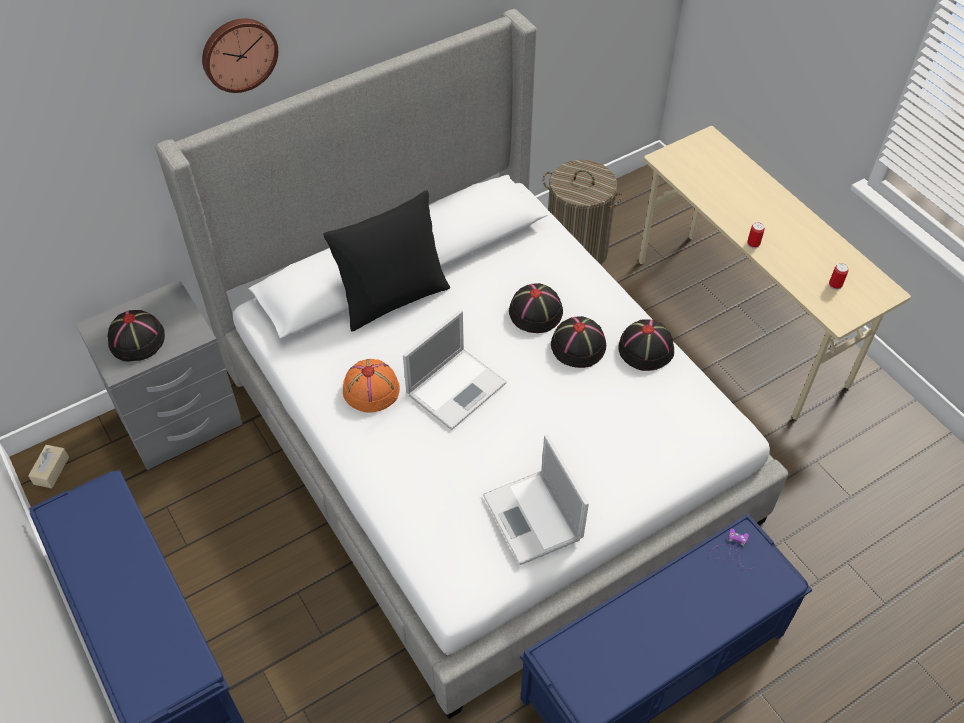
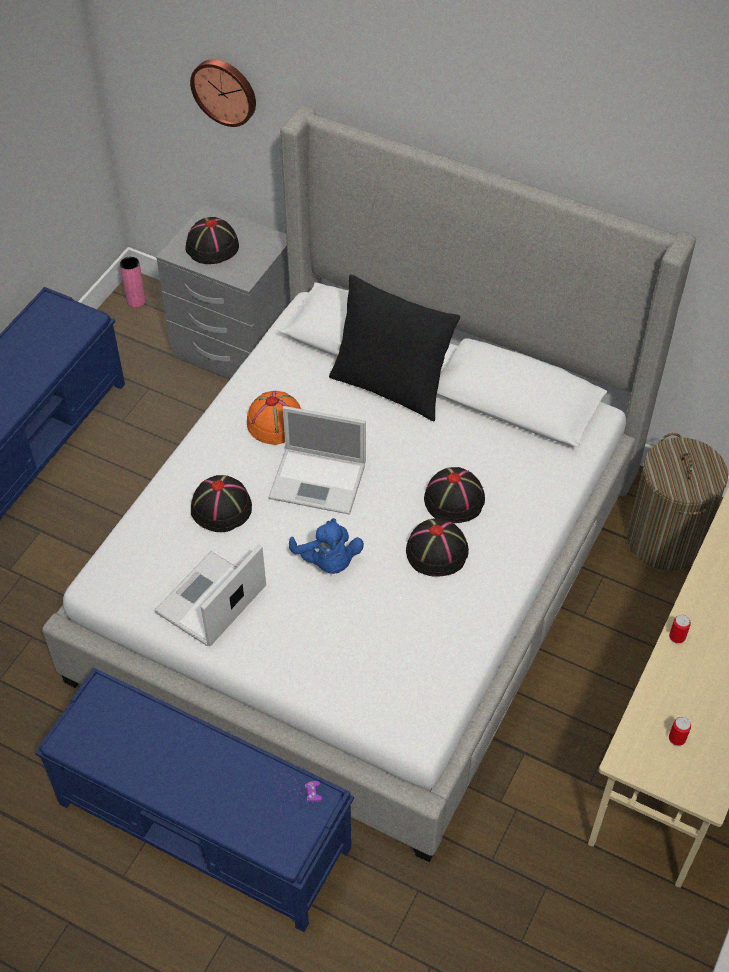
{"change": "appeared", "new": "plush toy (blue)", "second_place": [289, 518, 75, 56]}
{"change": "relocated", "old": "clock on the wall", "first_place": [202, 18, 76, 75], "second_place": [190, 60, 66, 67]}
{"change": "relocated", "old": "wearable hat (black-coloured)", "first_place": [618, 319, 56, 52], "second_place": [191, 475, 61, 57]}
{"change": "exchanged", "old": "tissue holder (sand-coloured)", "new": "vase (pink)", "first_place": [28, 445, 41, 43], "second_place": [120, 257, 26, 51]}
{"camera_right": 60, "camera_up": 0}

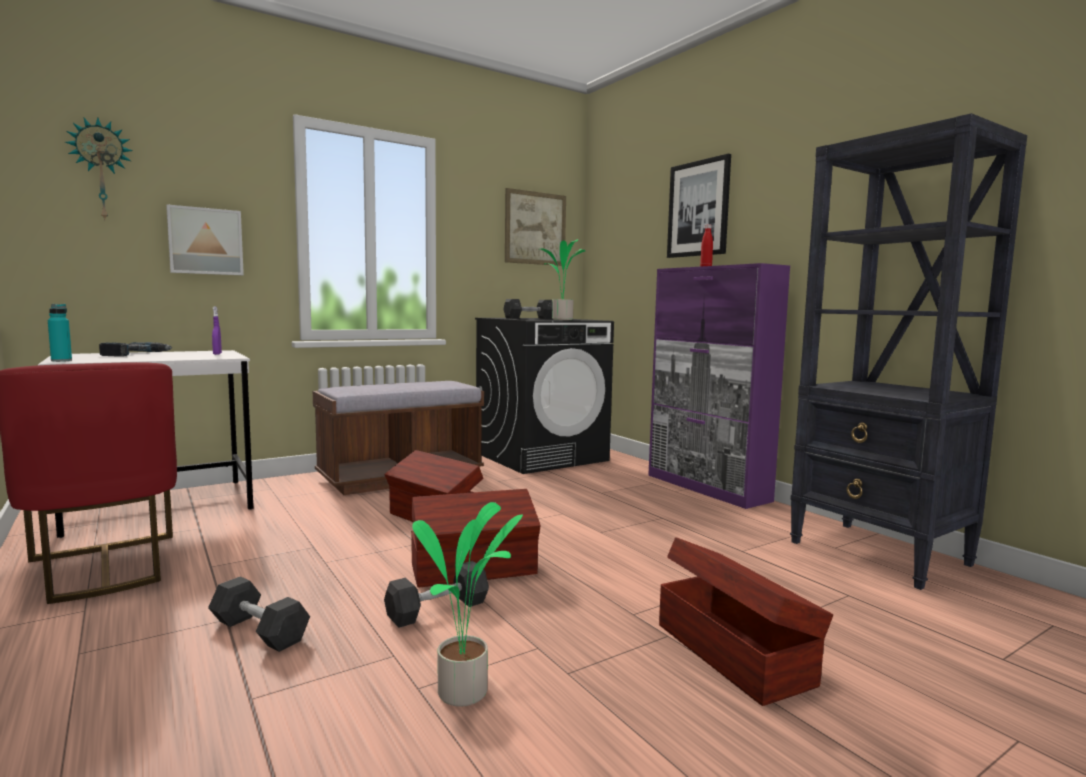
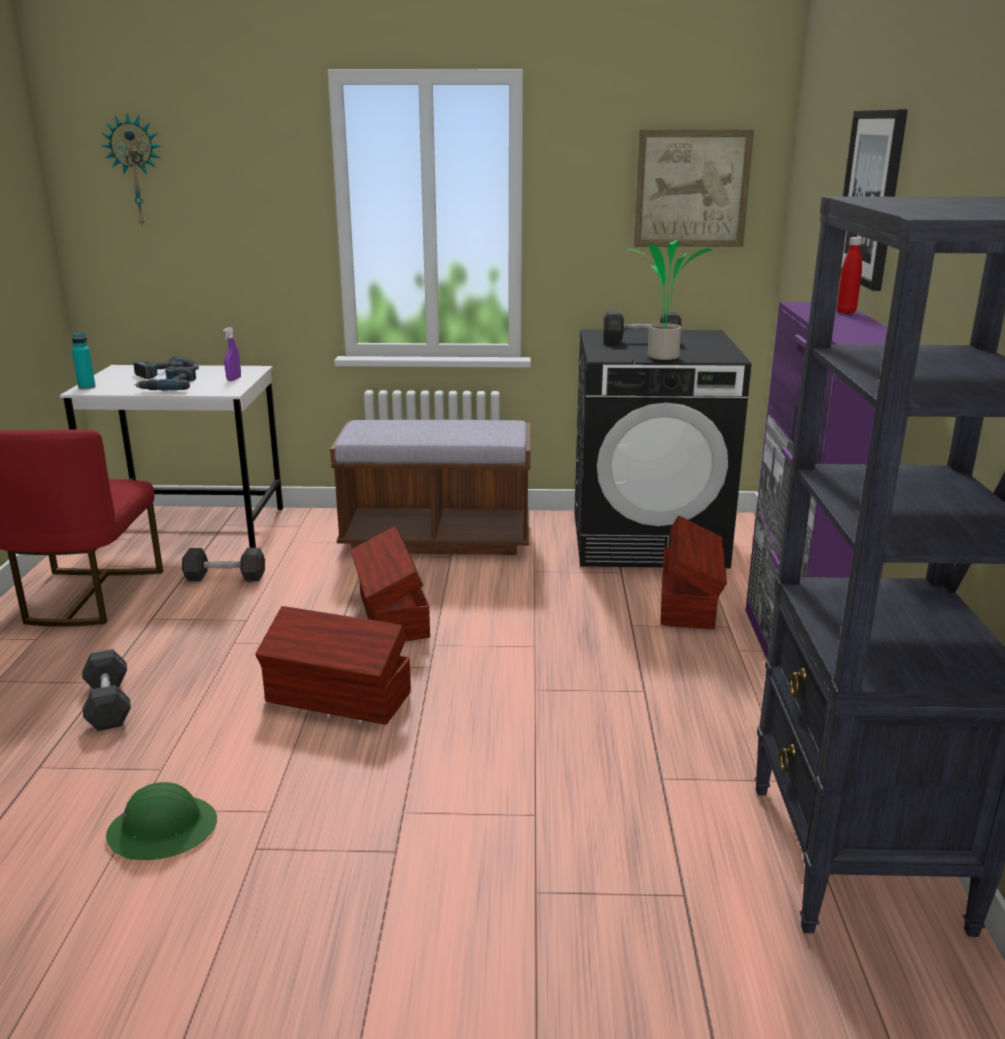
{"change": "missing", "old": "wall art", "first_place": [166, 204, 78, 71]}
{"change": "appeared", "new": "electric drill", "second_place": [135, 366, 61, 25]}
{"change": "relocated", "old": "dumbbell (grey)", "first_place": [384, 561, 105, 67], "second_place": [182, 548, 83, 34]}
{"change": "relocated", "old": "storage box (brown-coloured)", "first_place": [659, 537, 174, 169], "second_place": [661, 515, 66, 114]}
{"change": "exchanged", "old": "potted plant", "new": "hard hat (green)", "first_place": [412, 502, 111, 205], "second_place": [106, 782, 111, 78]}
{"camera_right": 35, "camera_up": 15}

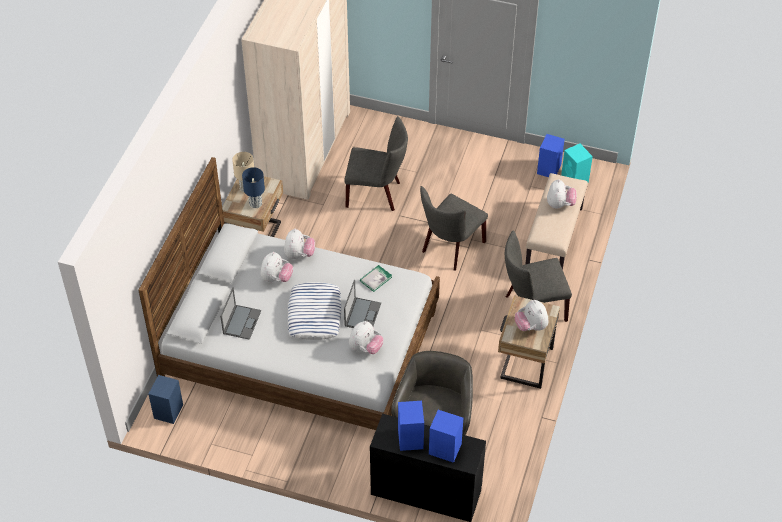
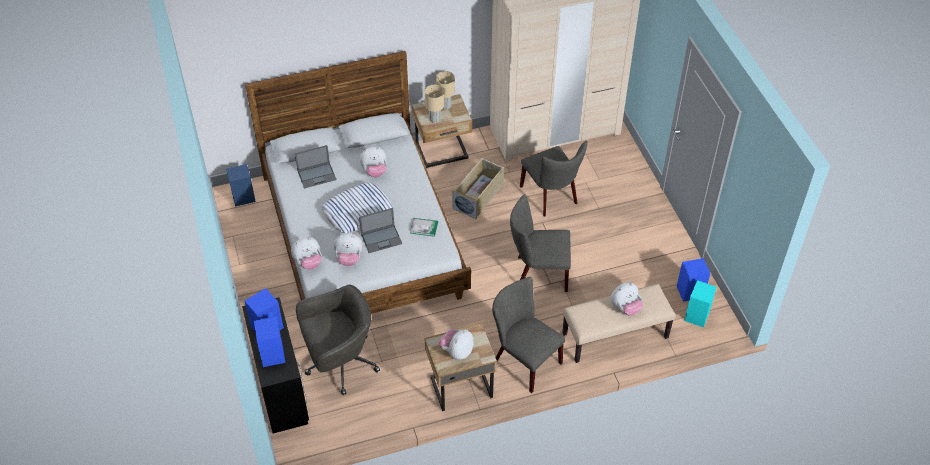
{"change": "appeared", "new": "storage box (sand-coloured)", "second_place": [452, 158, 52, 62]}
{"change": "relocated", "old": "plush toy", "first_place": [284, 229, 31, 30], "second_place": [291, 237, 31, 32]}
{"change": "colour", "old": "table lamp (blue)", "new": "table lamp (sand-coloured)", "first_place": [242, 167, 23, 41], "second_place": [425, 85, 19, 38]}
{"camera_right": 55, "camera_up": 0}

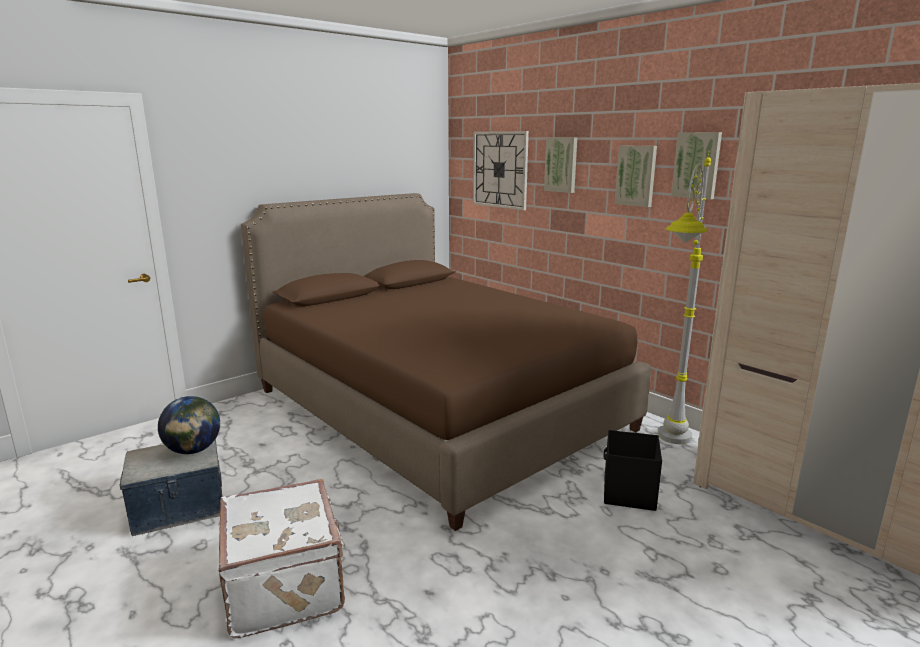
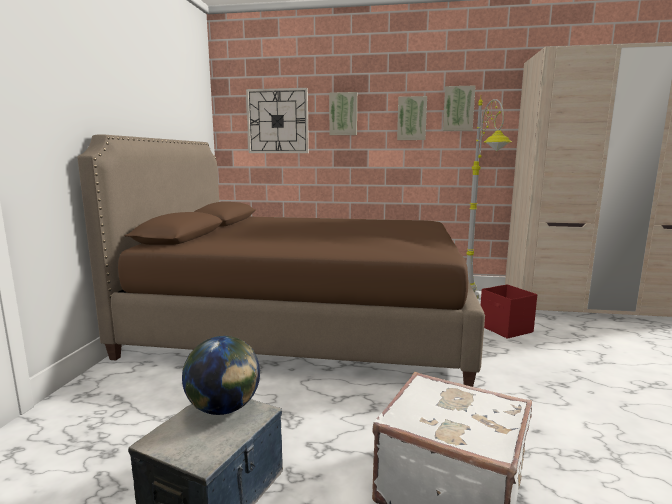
{"change": "colour", "old": "storage box (black-coloured)", "new": "storage box (reddish)", "first_place": [604, 430, 58, 81], "second_place": [481, 284, 56, 55]}
{"camera_right": -40, "camera_up": -5}

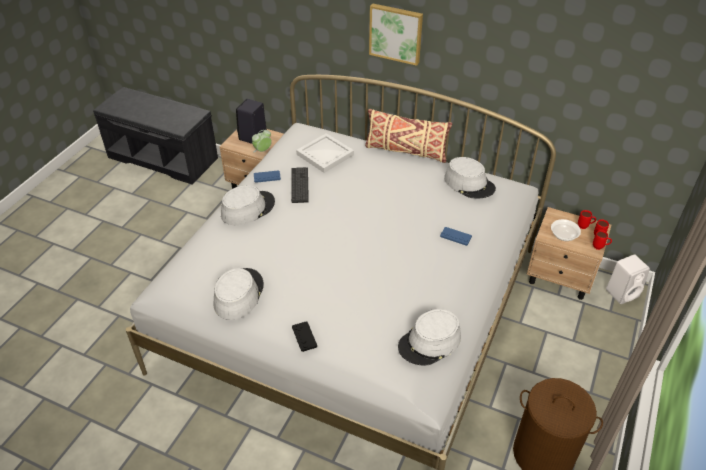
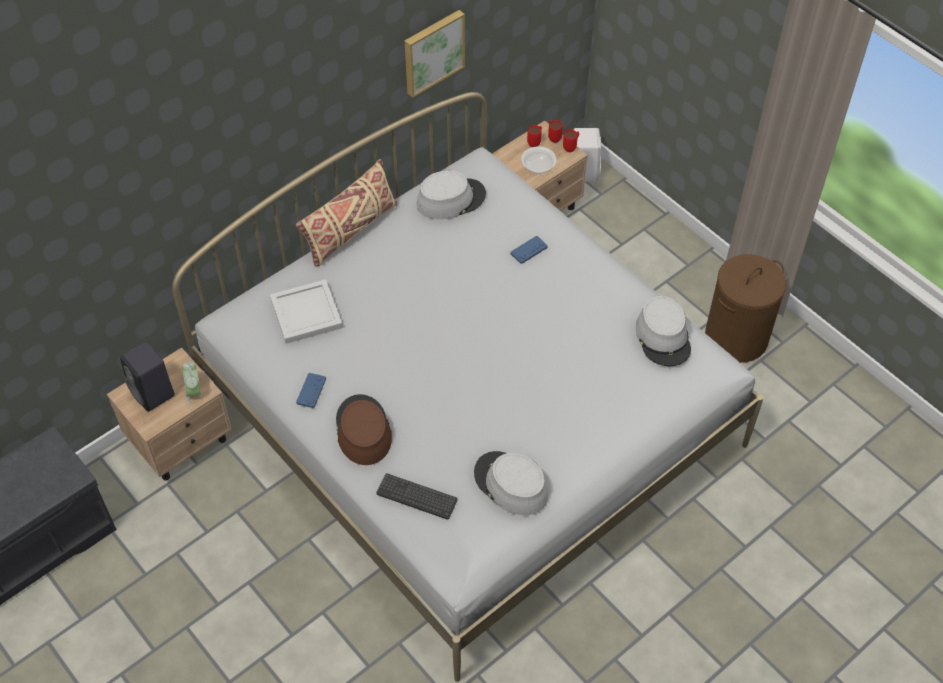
{"change": "missing", "old": "joypad (black-coloured)", "first_place": [292, 321, 25, 31]}
{"change": "relocated", "old": "keyboard", "first_place": [291, 167, 18, 36], "second_place": [376, 473, 82, 47]}
{"change": "relocated", "old": "wall art", "first_place": [369, 3, 54, 63], "second_place": [405, 10, 60, 88]}
{"change": "colour", "old": "wearable hat (grey)", "new": "wearable hat (brown-coloured)", "first_place": [221, 185, 54, 41], "second_place": [336, 394, 56, 71]}
{"camera_right": -65, "camera_up": 10}

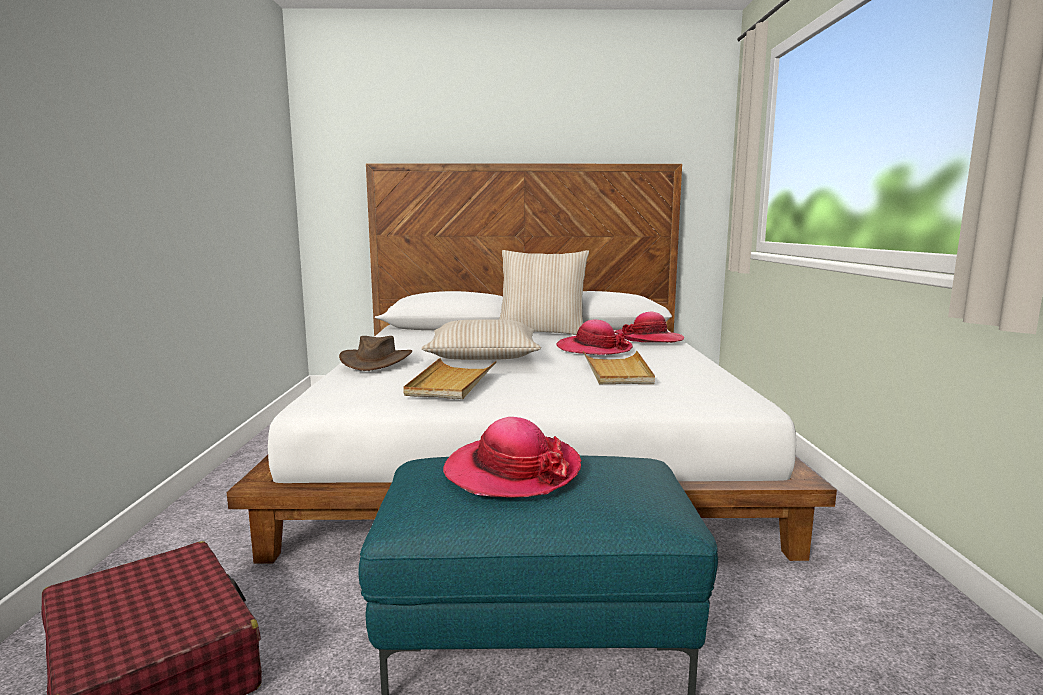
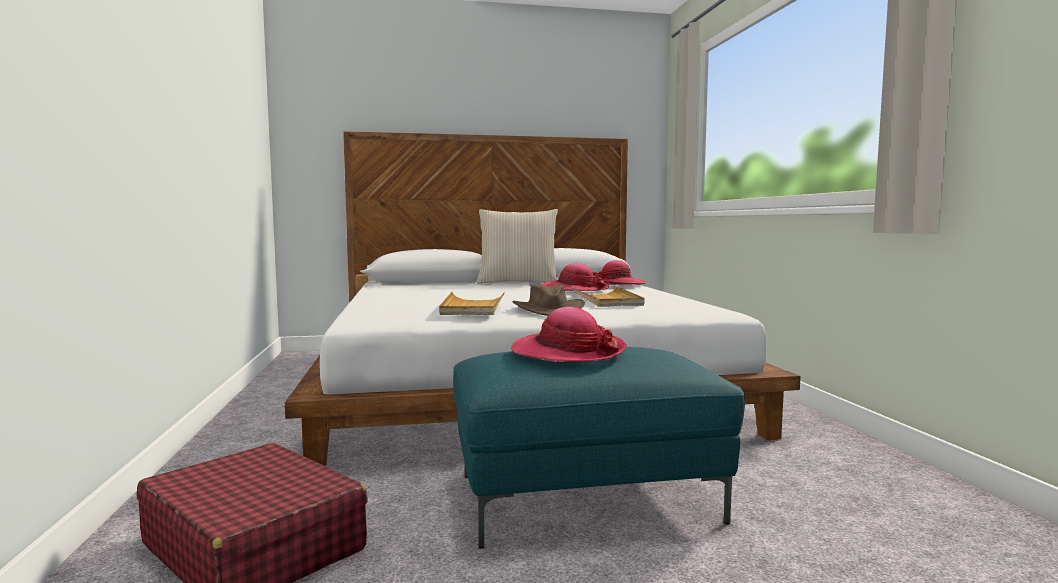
{"change": "missing", "old": "cushion (sand-coloured)", "first_place": [421, 319, 120, 41]}
{"change": "relocated", "old": "wearable hat (brown-coloured)", "first_place": [339, 336, 73, 35], "second_place": [512, 284, 73, 32]}
{"camera_right": -10, "camera_up": -5}

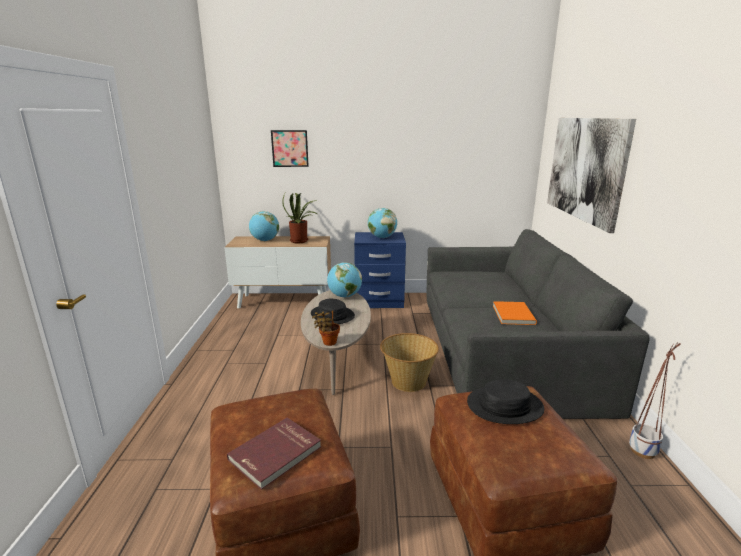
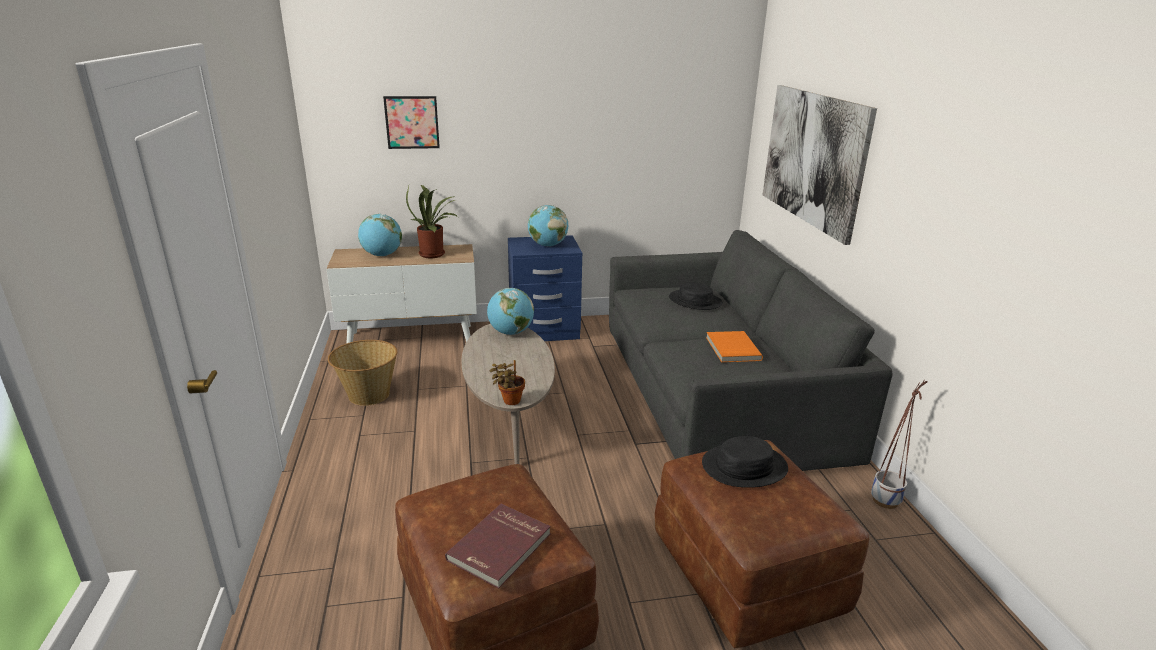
{"change": "relocated", "old": "wearable hat (black-coloured)", "first_place": [311, 298, 44, 26], "second_place": [669, 282, 54, 28]}
{"change": "relocated", "old": "basket", "first_place": [380, 333, 59, 59], "second_place": [328, 340, 70, 66]}
{"camera_right": -10, "camera_up": 5}

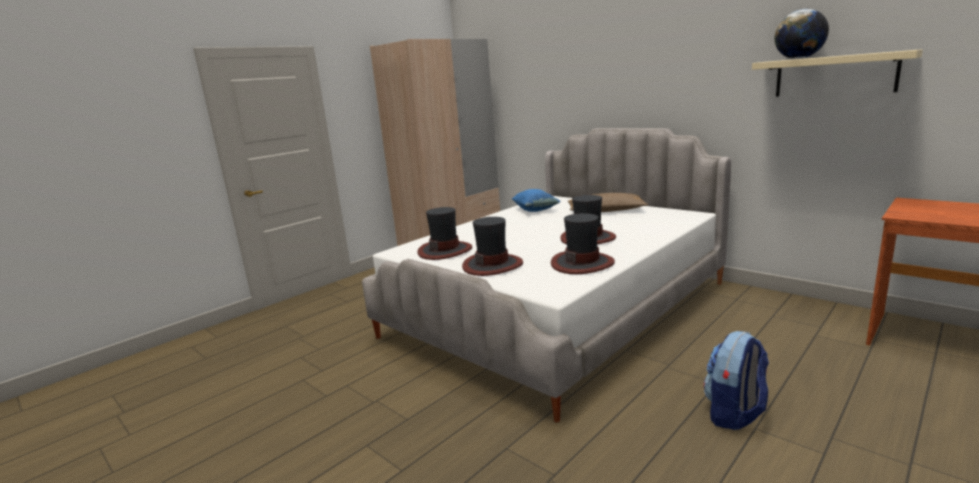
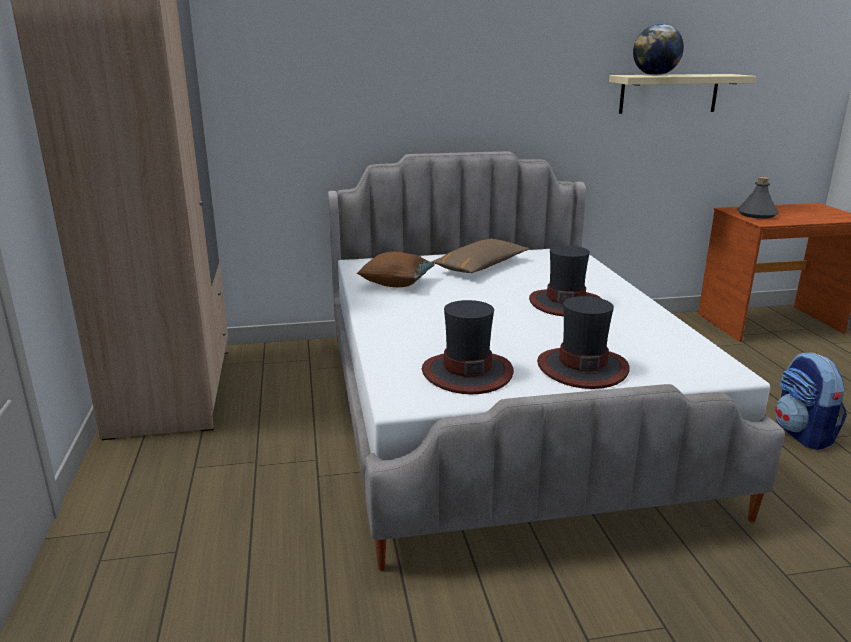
{"change": "missing", "old": "wearable hat", "first_place": [551, 213, 64, 61]}
{"change": "appeared", "new": "bottle (grey)", "second_place": [737, 177, 42, 42]}
{"change": "colour", "old": "cushion (blue)", "new": "cushion (brown-coloured)", "first_place": [512, 189, 49, 23], "second_place": [357, 252, 78, 35]}
{"camera_right": -55, "camera_up": 5}

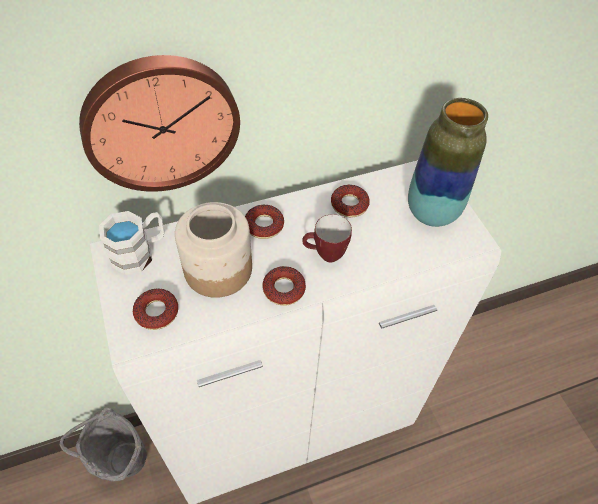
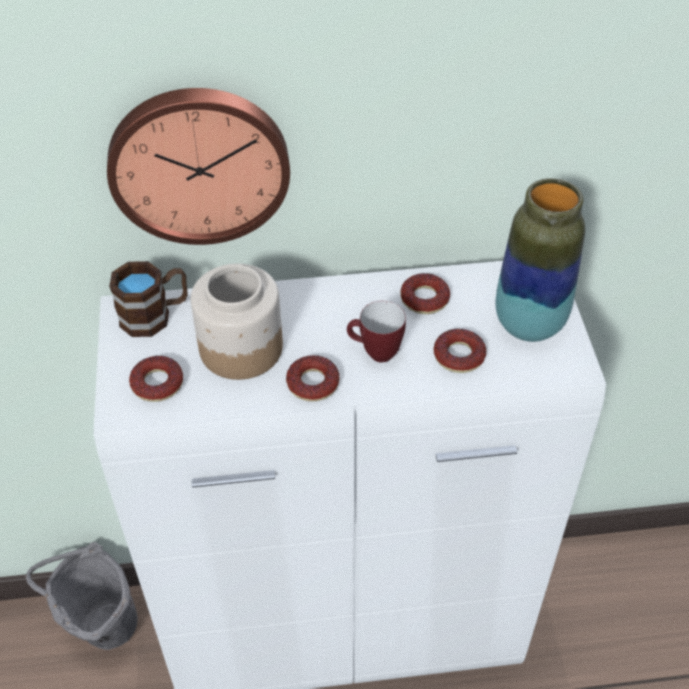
{"change": "relocated", "old": "donut", "first_place": [245, 205, 39, 34], "second_place": [433, 329, 53, 44]}
{"change": "colour", "old": "mug (white-coloured)", "new": "mug (brown-coloured)", "first_place": [99, 211, 66, 64], "second_place": [109, 261, 79, 76]}
{"camera_right": 15, "camera_up": -5}

